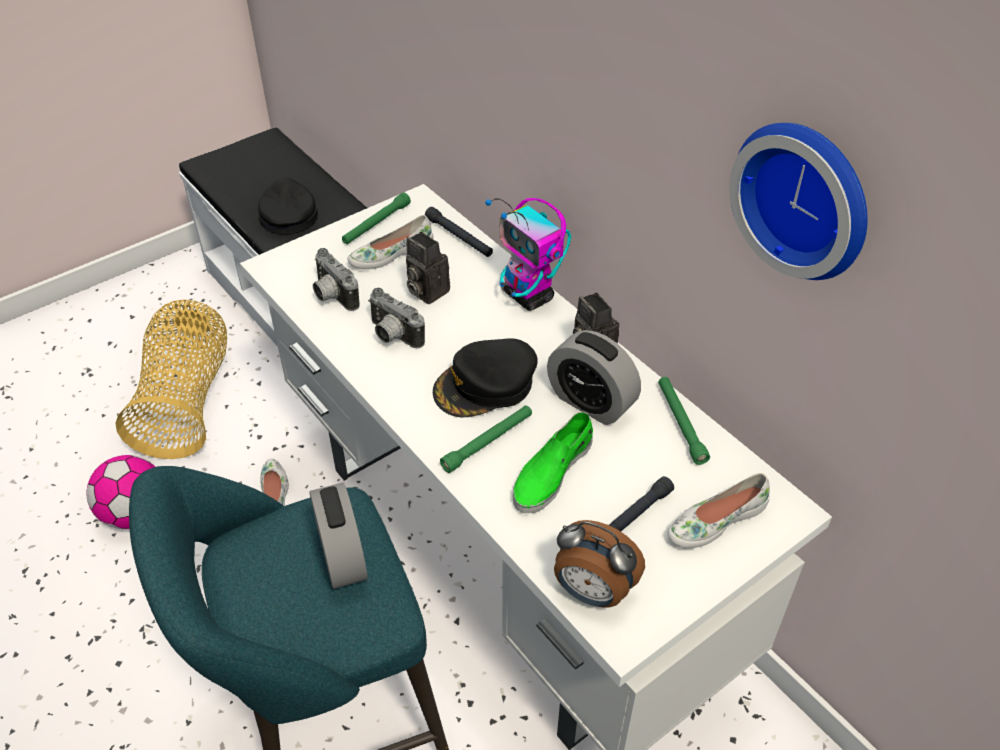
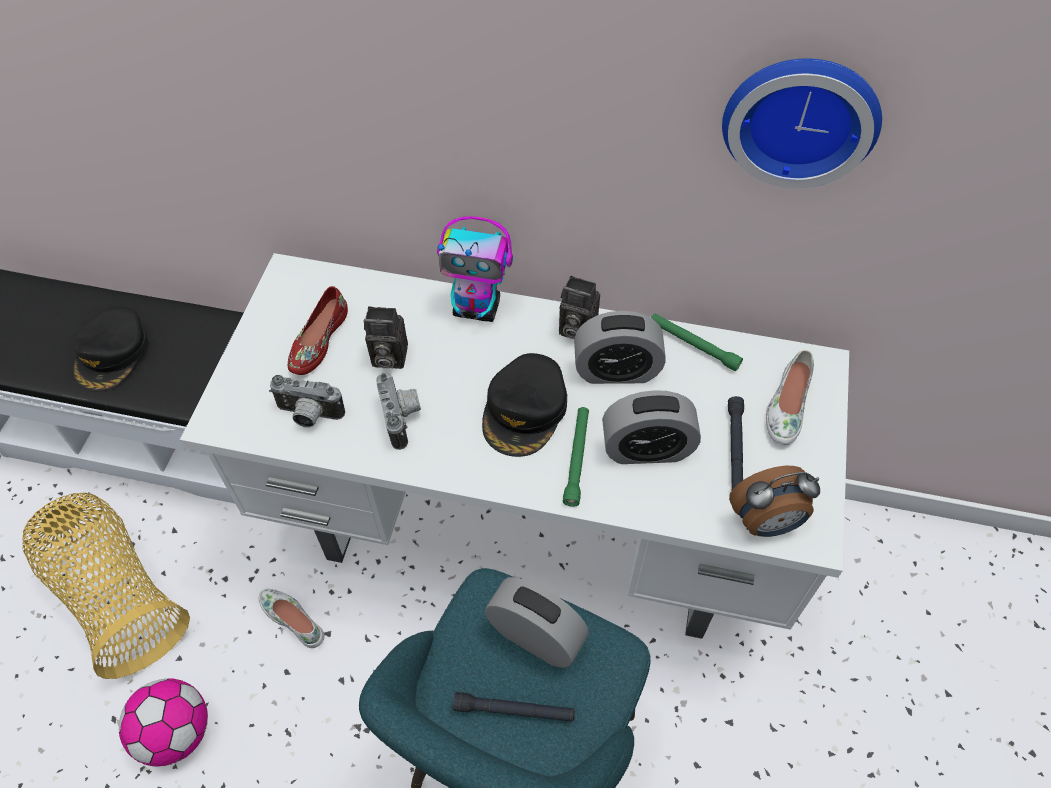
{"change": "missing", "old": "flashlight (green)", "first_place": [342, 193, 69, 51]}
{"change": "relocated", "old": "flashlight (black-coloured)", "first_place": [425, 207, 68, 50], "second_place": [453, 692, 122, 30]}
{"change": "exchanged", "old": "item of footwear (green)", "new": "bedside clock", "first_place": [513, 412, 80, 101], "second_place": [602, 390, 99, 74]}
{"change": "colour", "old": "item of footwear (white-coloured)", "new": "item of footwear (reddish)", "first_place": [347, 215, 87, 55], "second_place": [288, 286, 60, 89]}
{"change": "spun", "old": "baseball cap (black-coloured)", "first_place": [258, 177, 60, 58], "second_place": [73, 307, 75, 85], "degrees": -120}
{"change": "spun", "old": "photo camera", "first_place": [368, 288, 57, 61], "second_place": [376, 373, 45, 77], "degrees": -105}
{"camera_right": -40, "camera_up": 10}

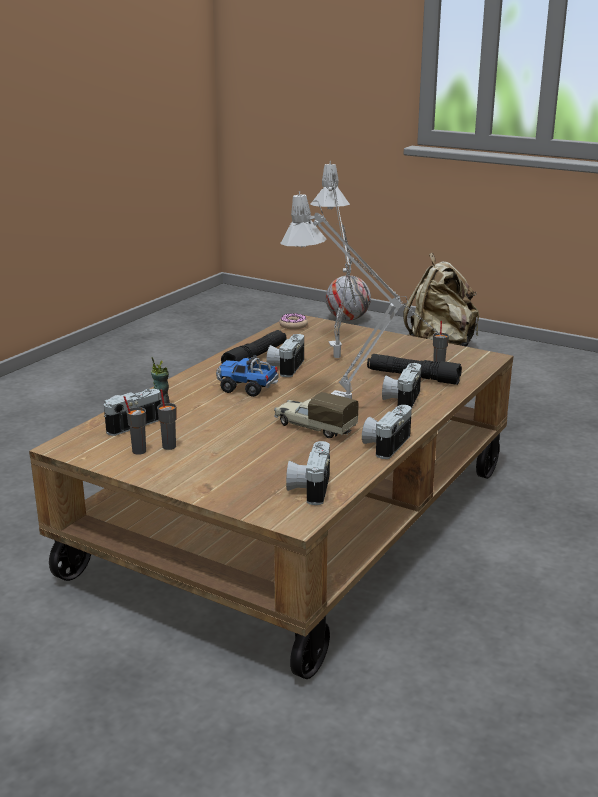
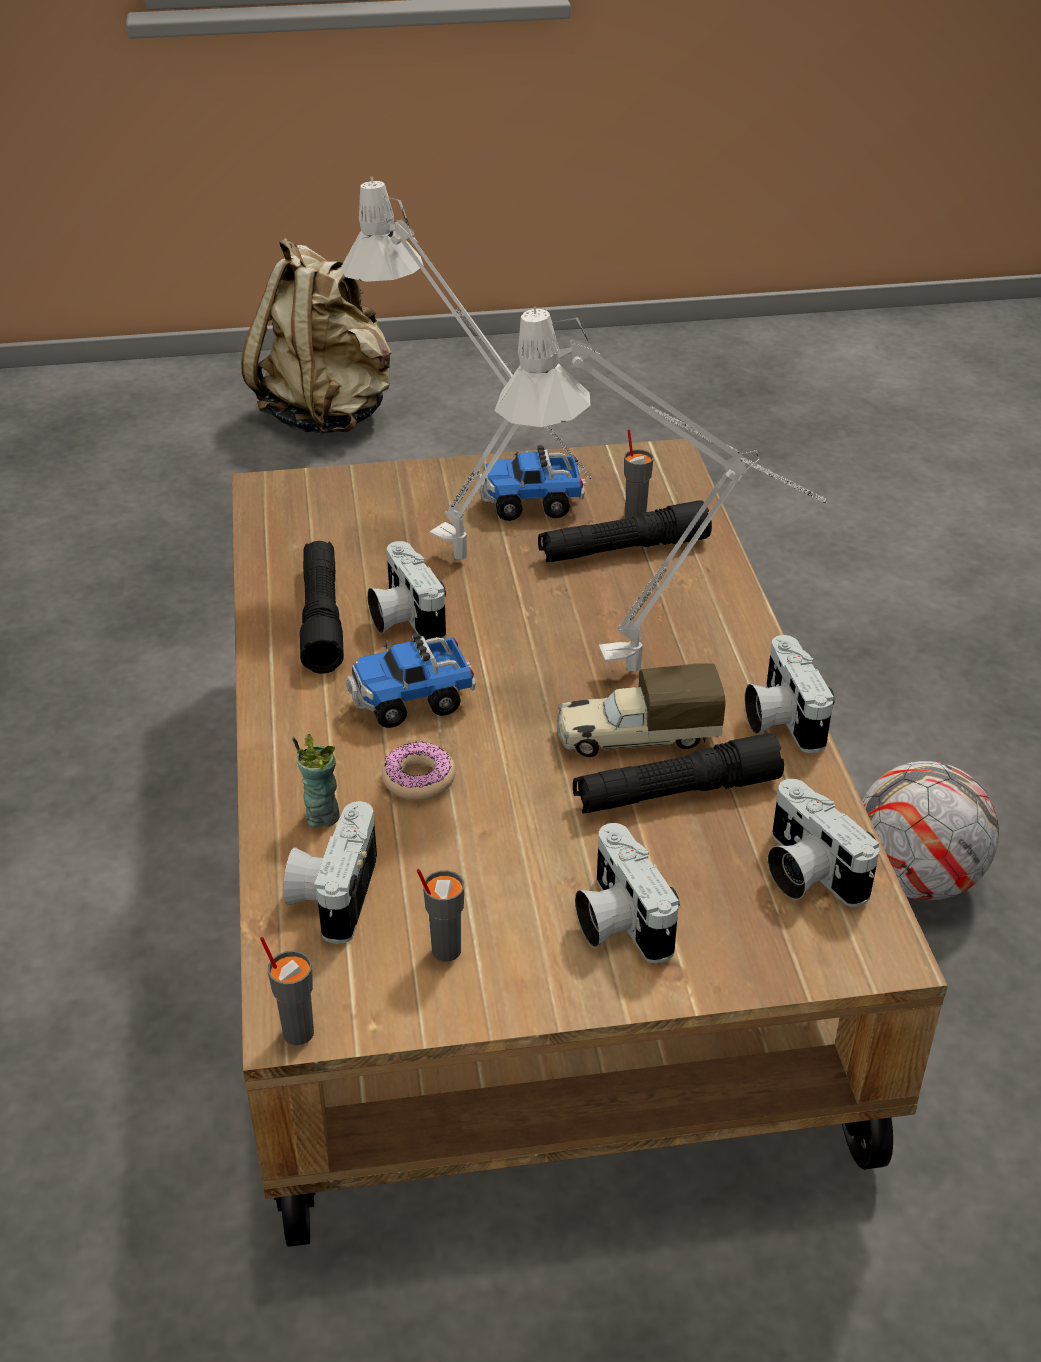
{"change": "appeared", "new": "model truck", "second_place": [477, 445, 109, 76]}
{"change": "appeared", "new": "flashlight (black-coloured)", "second_place": [573, 733, 211, 81]}
{"change": "relocated", "old": "small cup (grey)", "first_place": [157, 389, 20, 61], "second_place": [260, 937, 54, 108]}
{"change": "relocated", "old": "donut", "first_place": [279, 313, 29, 17], "second_place": [382, 741, 74, 59]}
{"change": "relocated", "old": "football", "first_place": [326, 275, 45, 46], "second_place": [862, 761, 137, 139]}
{"change": "relocated", "old": "photo camera", "first_place": [382, 363, 40, 44], "second_place": [575, 823, 104, 140]}
{"camera_right": -40, "camera_up": 15}

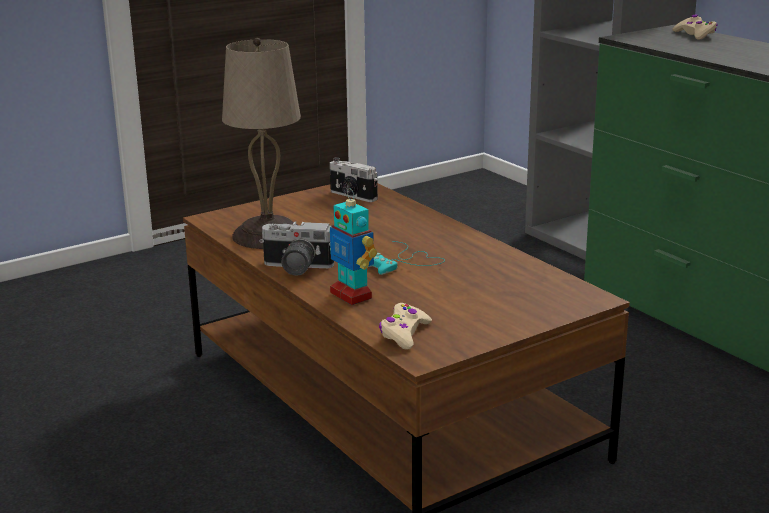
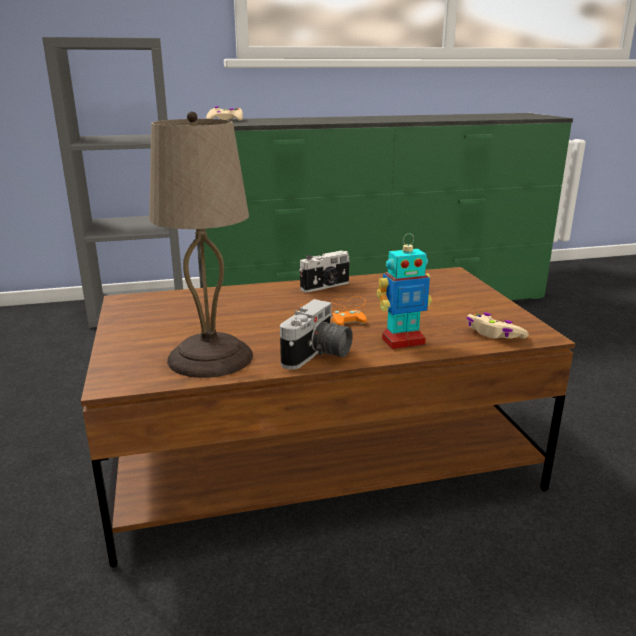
{"change": "relocated", "old": "photo camera", "first_place": [330, 157, 48, 45], "second_place": [299, 250, 51, 43]}
{"change": "colour", "old": "joypad (turquoise)", "new": "joypad (orange)", "first_place": [368, 241, 77, 34], "second_place": [299, 296, 68, 30]}
{"camera_right": -70, "camera_up": 0}

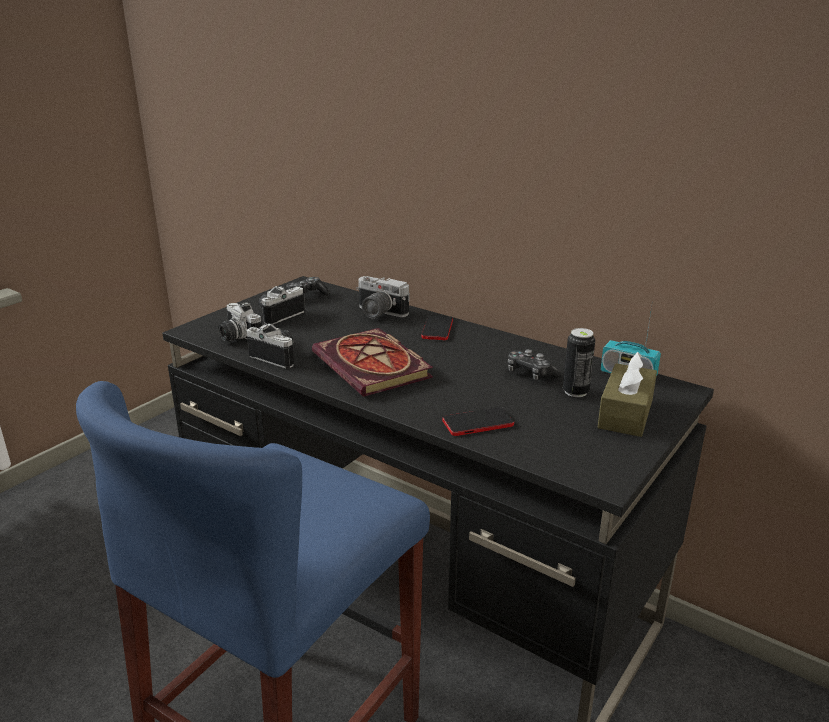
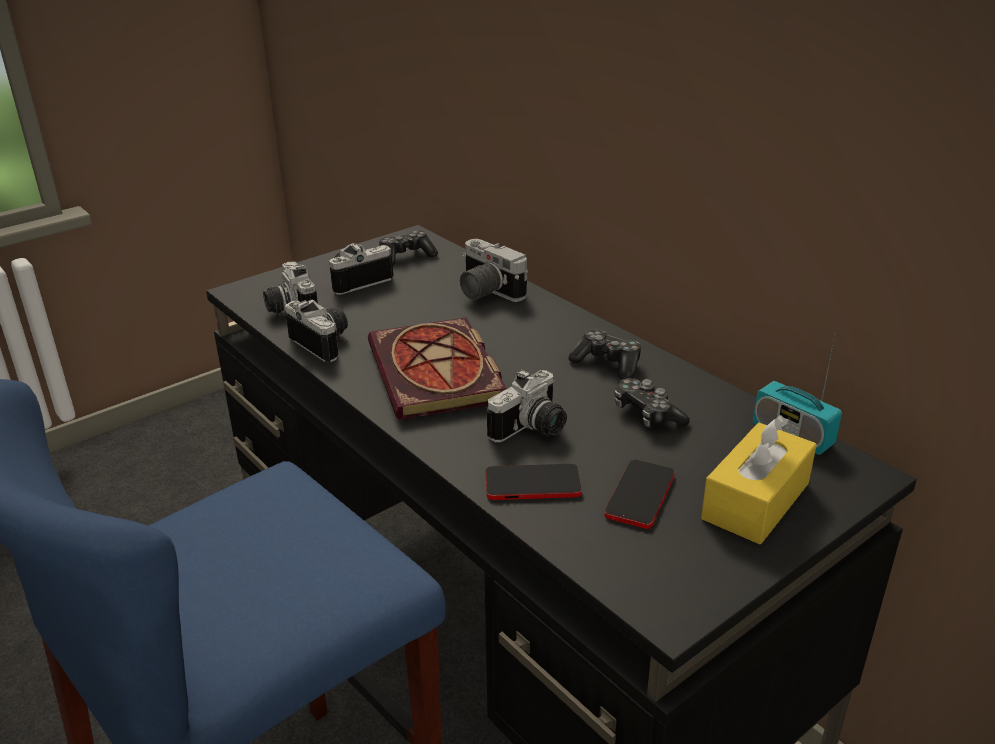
{"change": "missing", "old": "sealed can", "first_place": [563, 328, 32, 69]}
{"change": "appeared", "new": "photo camera", "second_place": [487, 370, 80, 73]}
{"change": "appeared", "new": "joypad", "second_place": [568, 330, 73, 50]}
{"change": "relocated", "old": "handset", "first_place": [422, 315, 31, 25], "second_place": [605, 459, 70, 70]}
{"change": "colour", "old": "tissue holder (brown-coloured)", "new": "tissue holder (yellow-coloured)", "first_place": [598, 352, 59, 85], "second_place": [701, 415, 116, 129]}
{"camera_right": 15, "camera_up": 5}

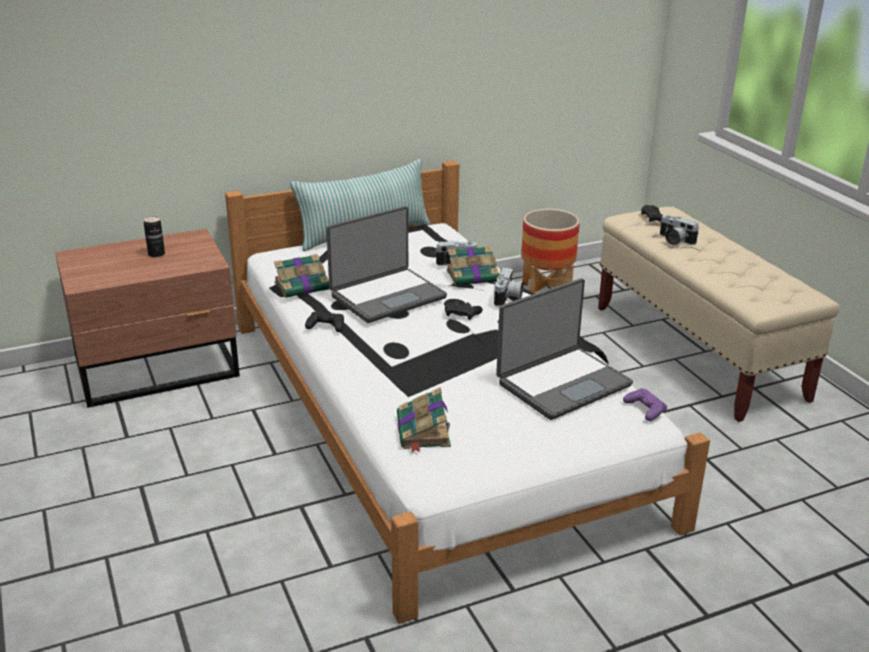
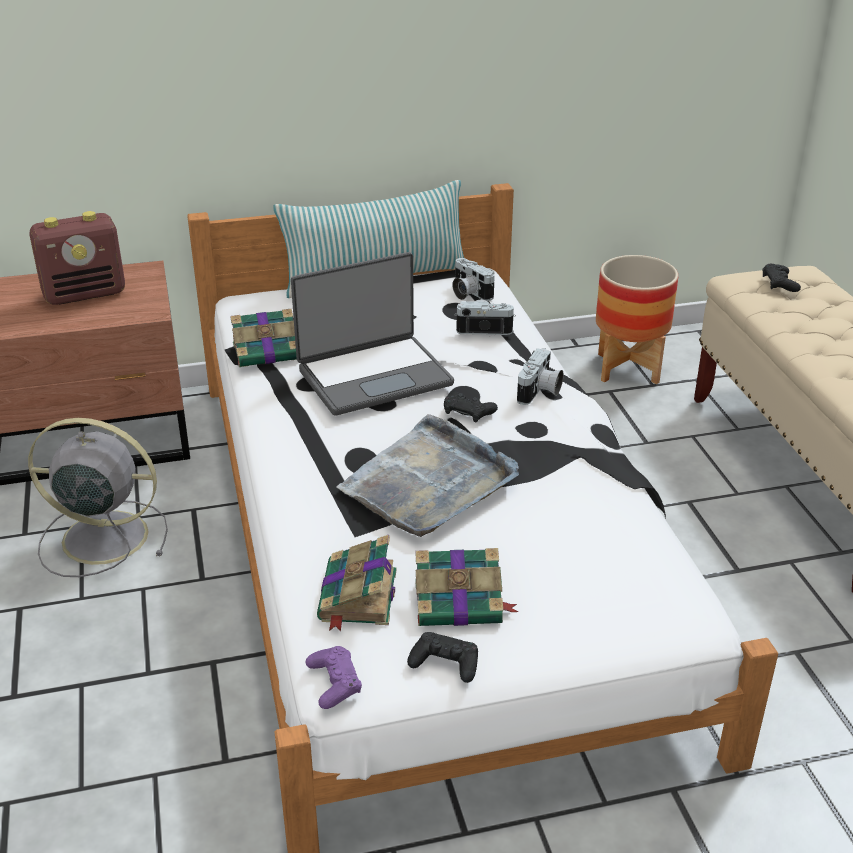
{"change": "missing", "old": "notebook computer", "first_place": [496, 278, 137, 142]}
{"change": "appeared", "new": "cooling fan (grey)", "second_place": [28, 418, 140, 159]}
{"change": "appeared", "new": "serving tray (grey)", "second_place": [336, 414, 183, 123]}
{"change": "relocated", "old": "joypad (black-coloured)", "first_place": [305, 312, 39, 20], "second_place": [407, 632, 71, 51]}
{"change": "relocated", "old": "bound book", "first_place": [447, 246, 53, 40], "second_place": [415, 548, 103, 78]}
{"change": "relocated", "old": "joypad (purplish)", "first_place": [623, 388, 44, 33], "second_place": [306, 646, 56, 63]}
{"change": "relocated", "old": "photo camera", "first_place": [660, 215, 39, 30], "second_place": [452, 258, 43, 43]}
{"change": "exchanged", "old": "sealed can", "new": "radio", "first_place": [144, 216, 21, 42], "second_place": [29, 211, 96, 94]}
{"camera_right": 10, "camera_up": 5}

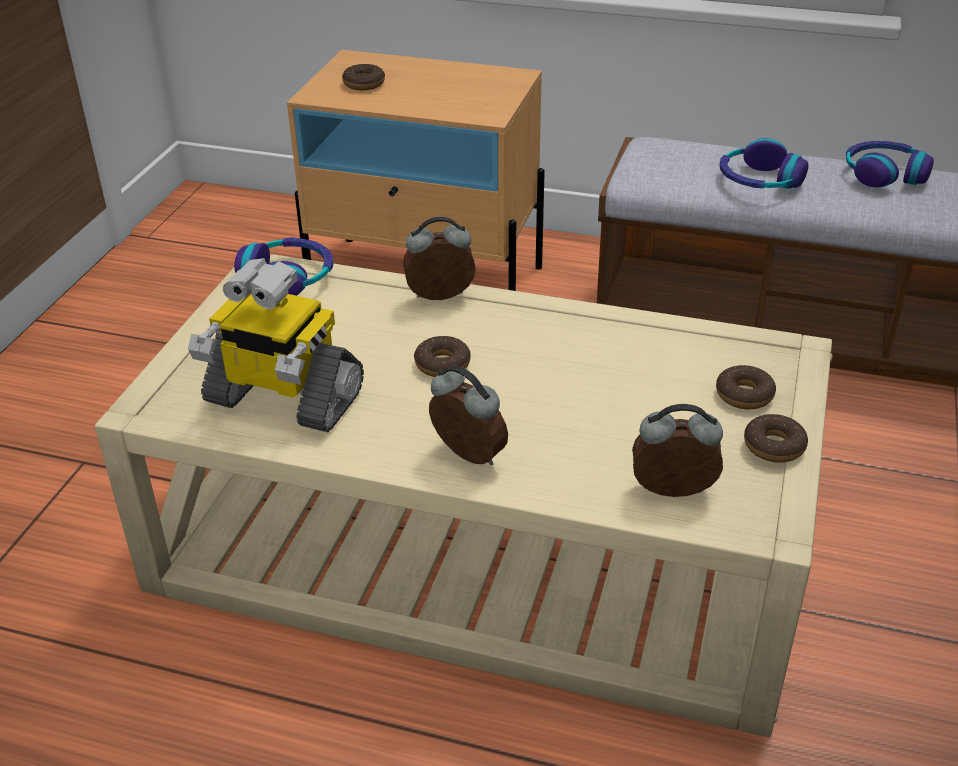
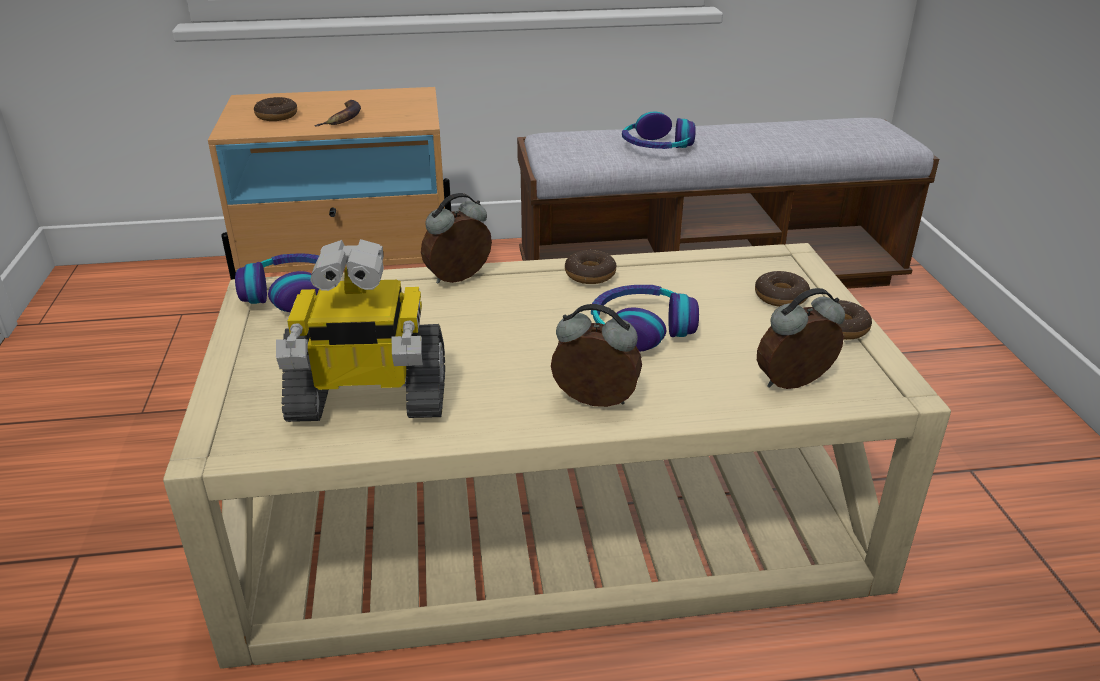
{"change": "appeared", "new": "banana", "second_place": [314, 100, 47, 27]}
{"change": "relocated", "old": "donut", "first_place": [414, 336, 57, 41], "second_place": [565, 250, 52, 34]}
{"change": "relocated", "old": "headphones", "first_place": [846, 141, 88, 46], "second_place": [591, 285, 108, 67]}
{"camera_right": -25, "camera_up": -5}

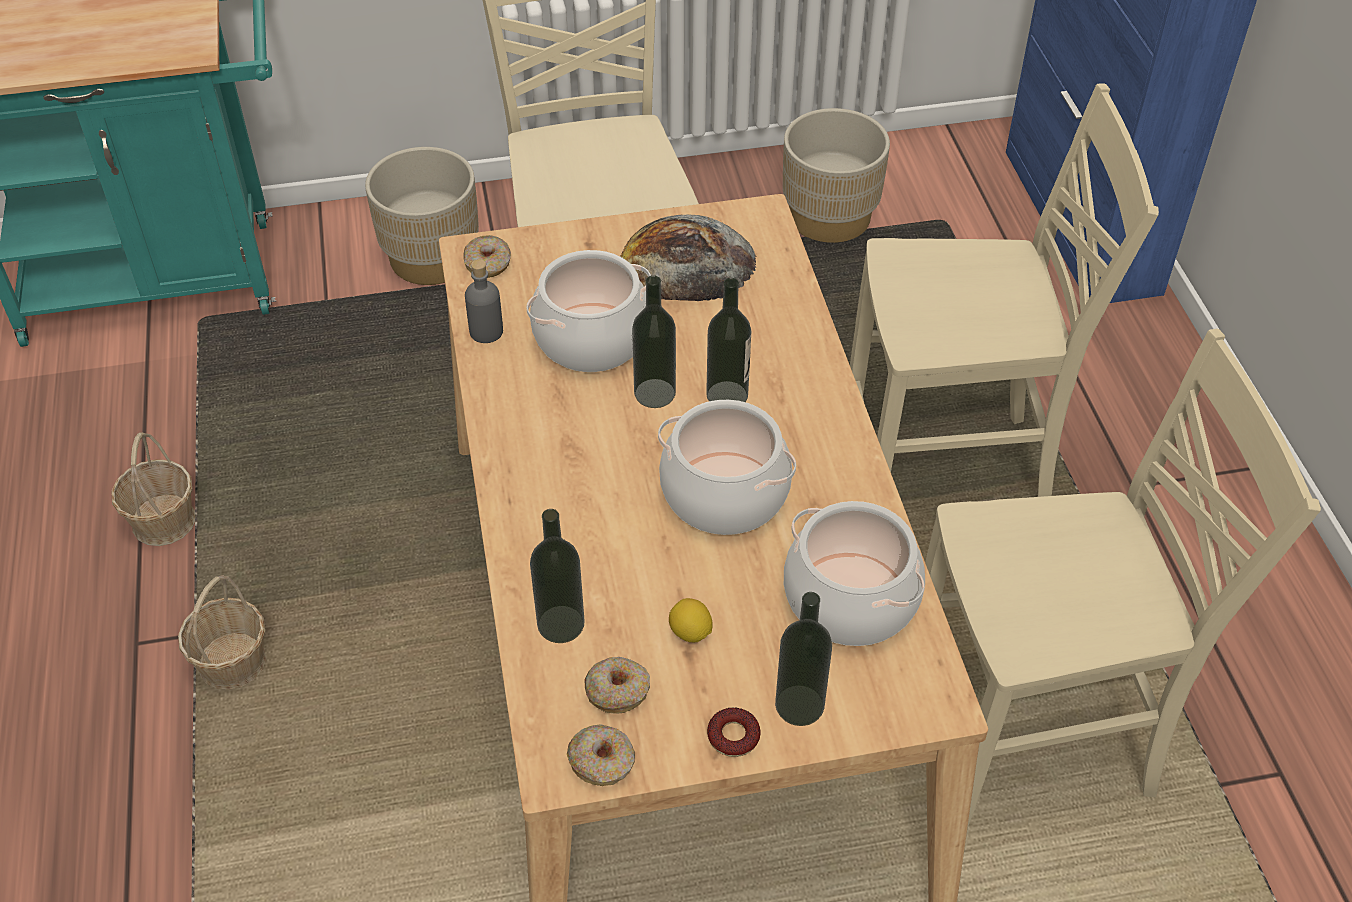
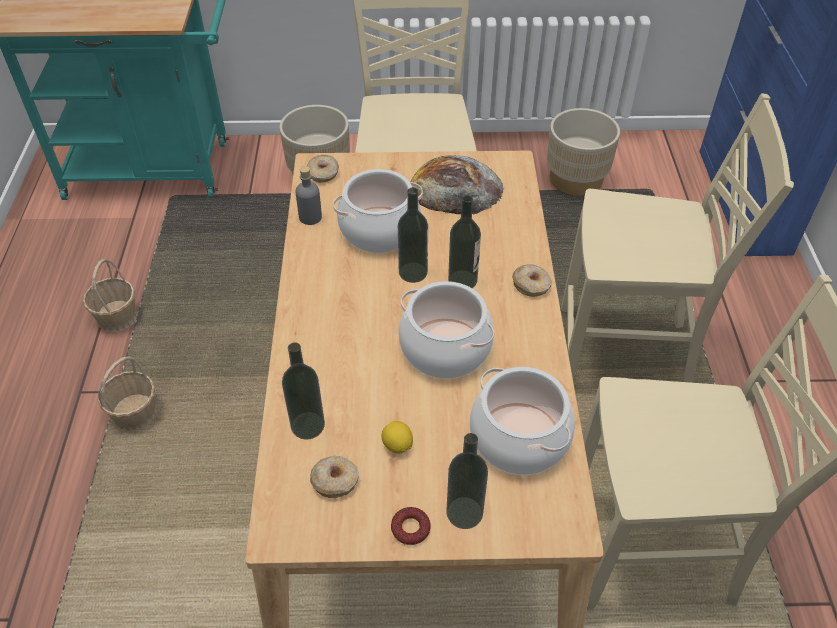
{"change": "relocated", "old": "donut", "first_place": [567, 724, 68, 62], "second_place": [512, 264, 40, 33]}
{"camera_right": 10, "camera_up": 0}

